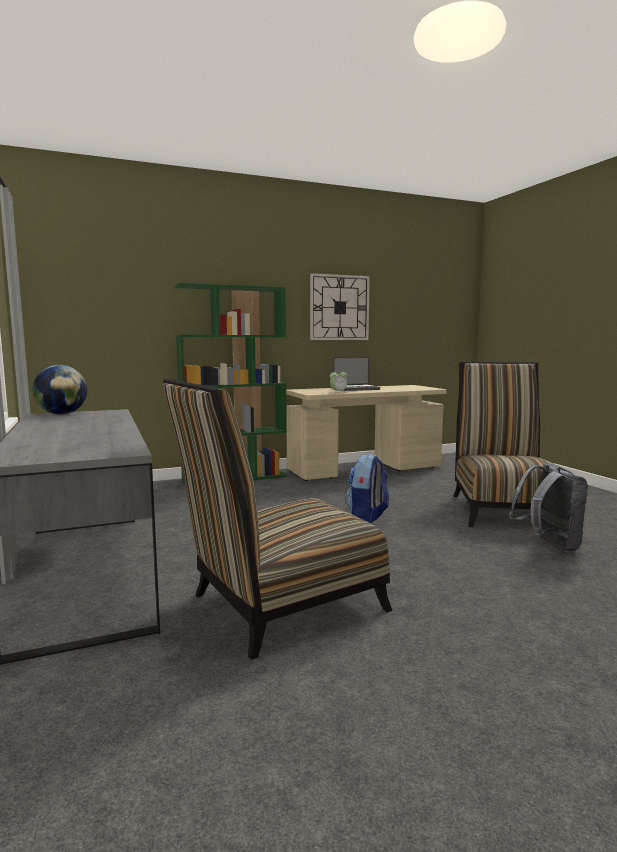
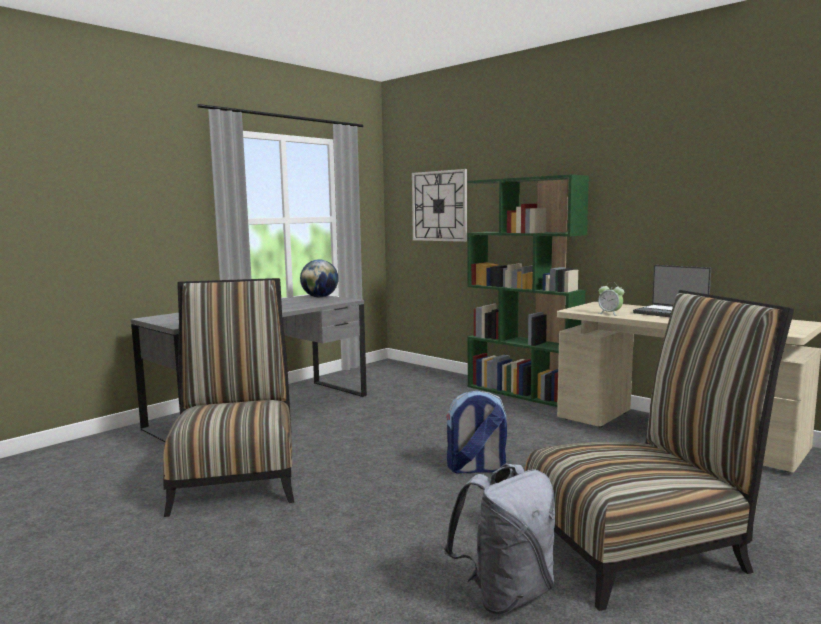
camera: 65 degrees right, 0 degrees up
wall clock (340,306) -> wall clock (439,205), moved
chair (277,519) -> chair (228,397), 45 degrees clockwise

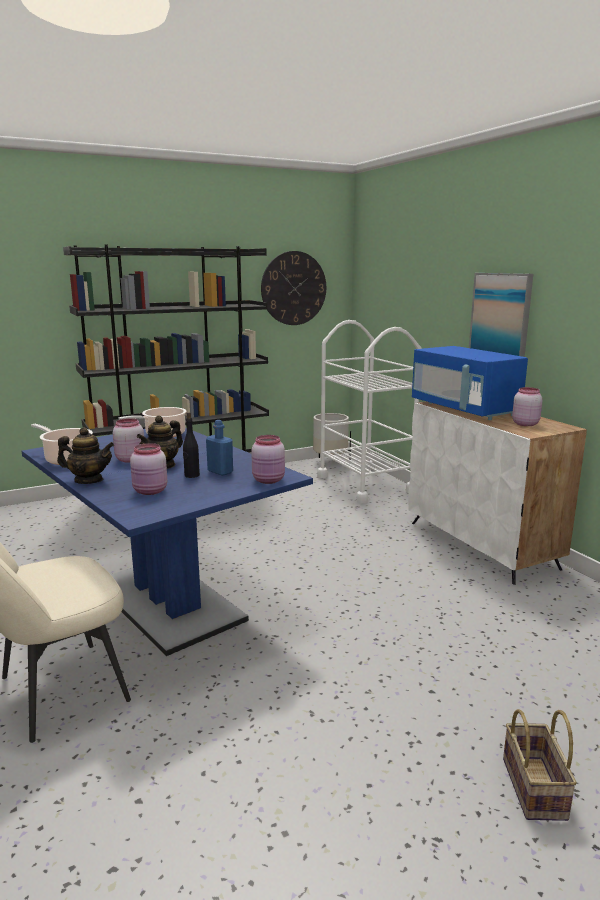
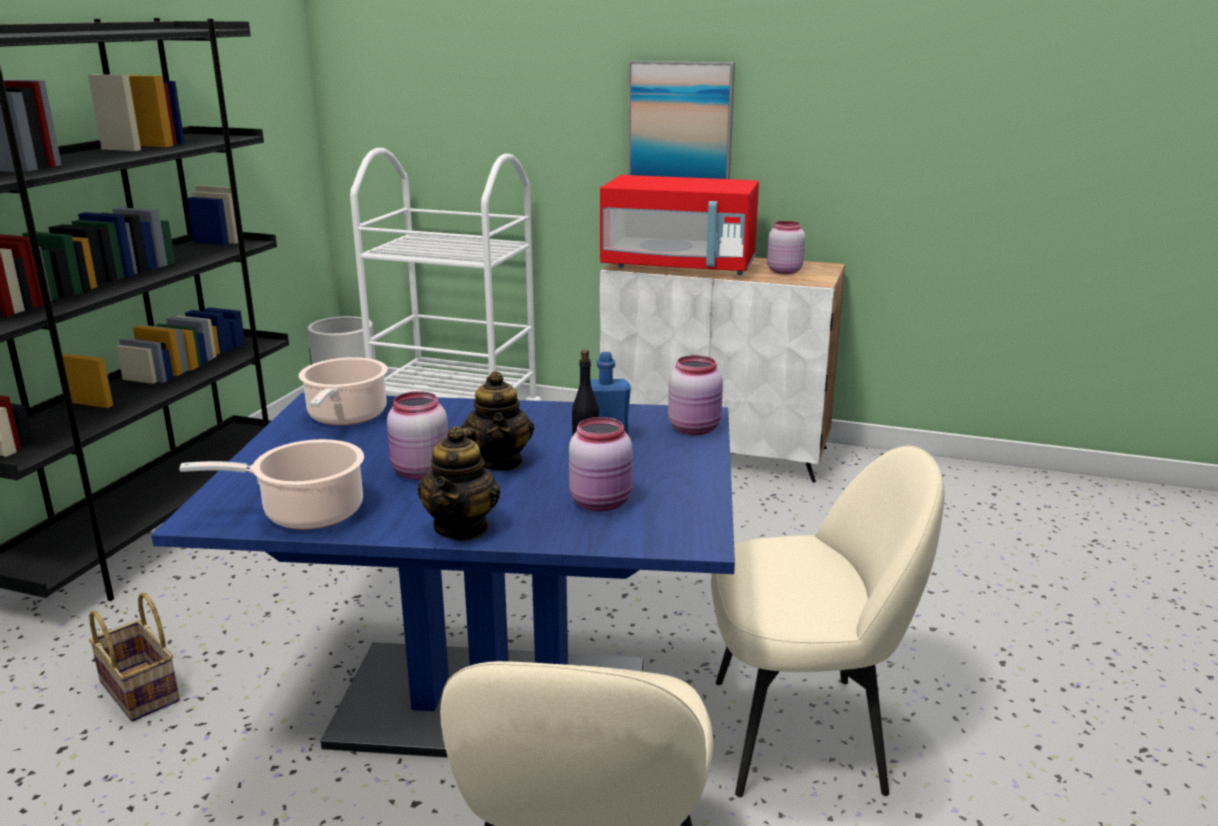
camera: 45 degrees left, 5 degrees up
wall clock (293,288) -> none
none -> chair in beige-coloured (827,621)
basket (540,765) -> basket (134,657), moved
microwave in bluish (470,383) -> microwave in red (679,225)
pot for tea (85,455) -> pot for tea (459,483), 135 degrees clockwise

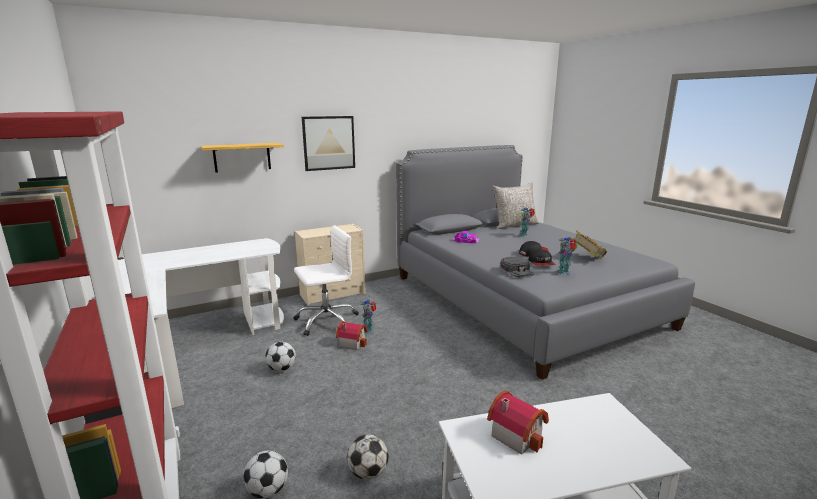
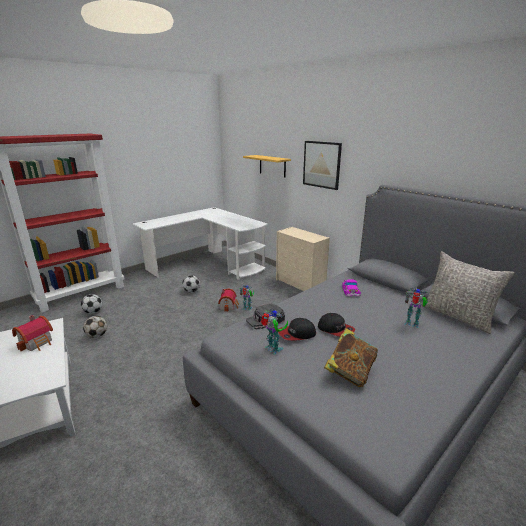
camera: 75 degrees right, 5 degrees up
office chair in whitish (326,280) -> none

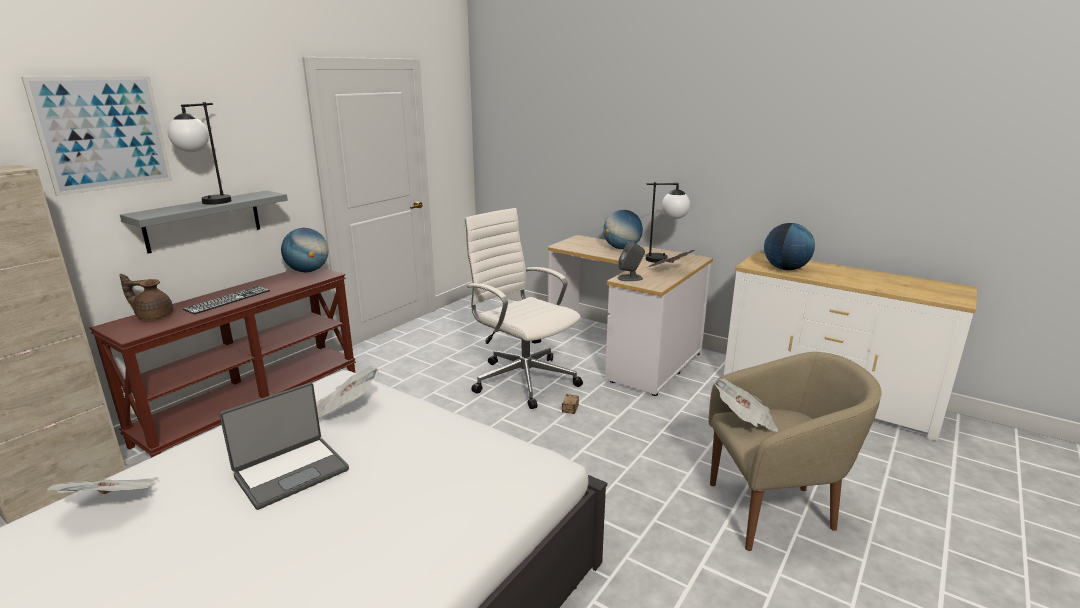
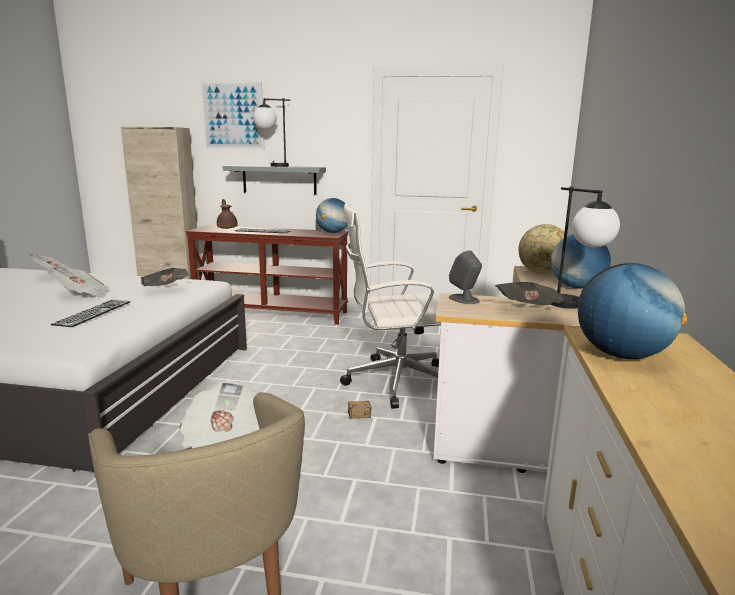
camera: 65 degrees right, 5 degrees down
none -> computer keyboard (90,313)
none -> desk globe (541,249)
notebook computer (284,446) -> newspaper (80,282)
office chair in whitish (523,308) -> office chair in whitish (390,306), 120 degrees counterclockwise

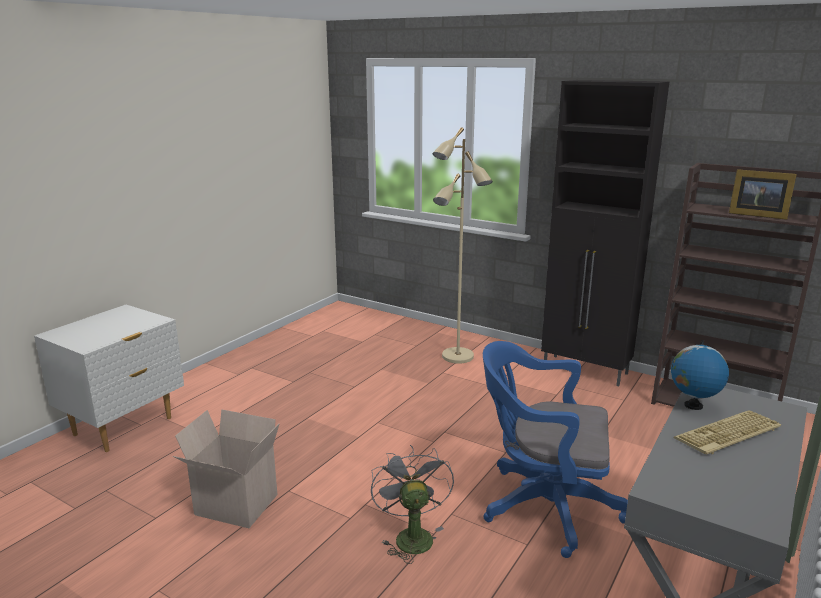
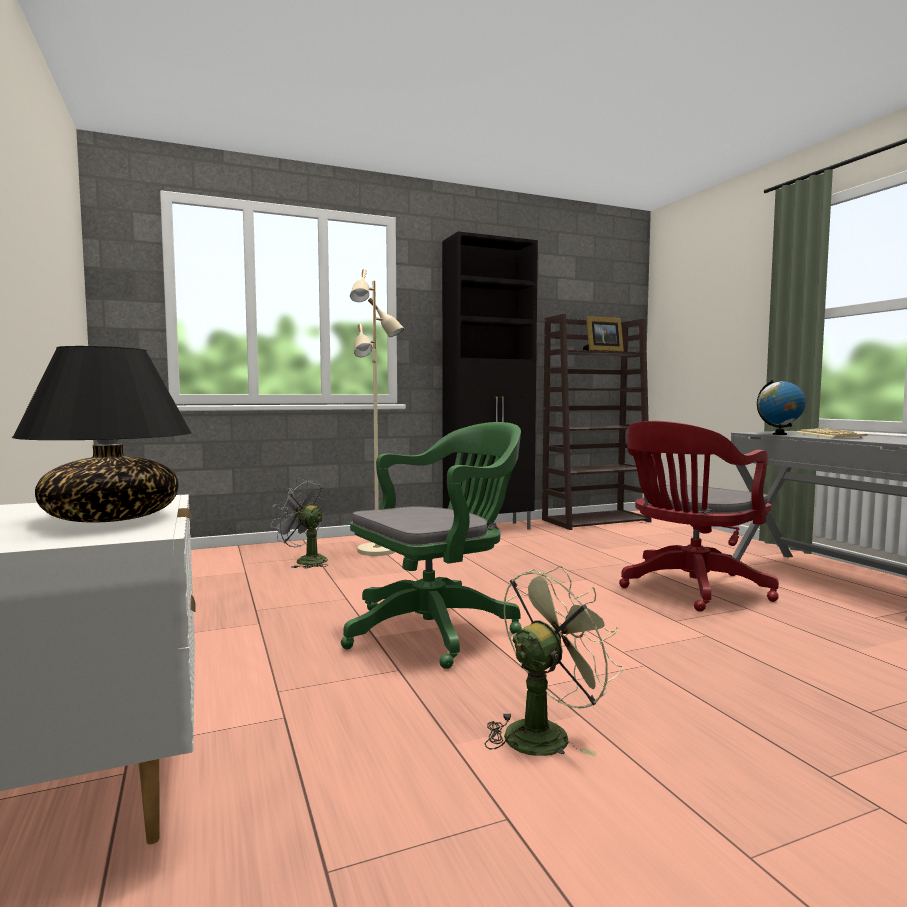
camera: 55 degrees left, 15 degrees down
none -> lamp for a table in blackish (102,434)
none -> office chair in green-coloured (431,545)
cooling fan in grey (412,504) -> cooling fan in grey (299,524), moved
carton (226,468) -> cooling fan in green-coloured (554,661)
office chair in bluish (555,449) -> office chair in red (699,516)

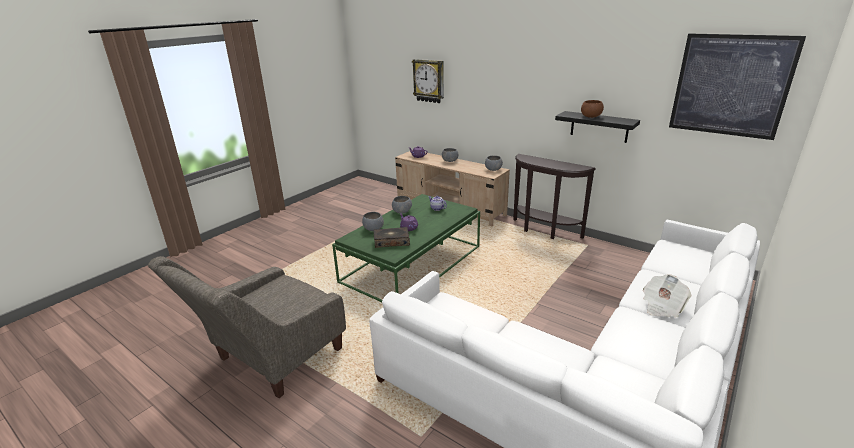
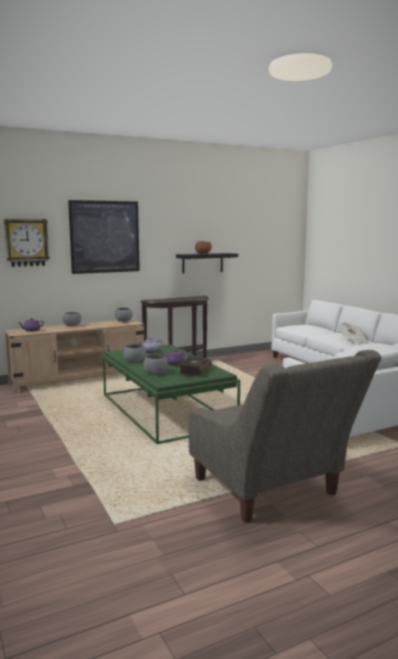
camera: 65 degrees left, 15 degrees down
wall art (737,86) -> wall art (104,237), moved

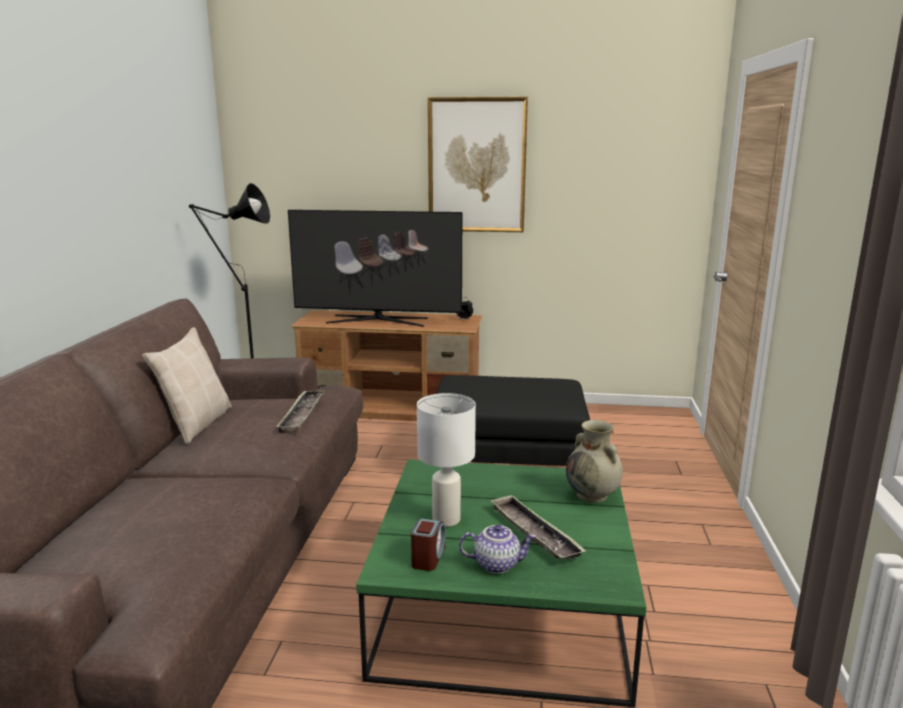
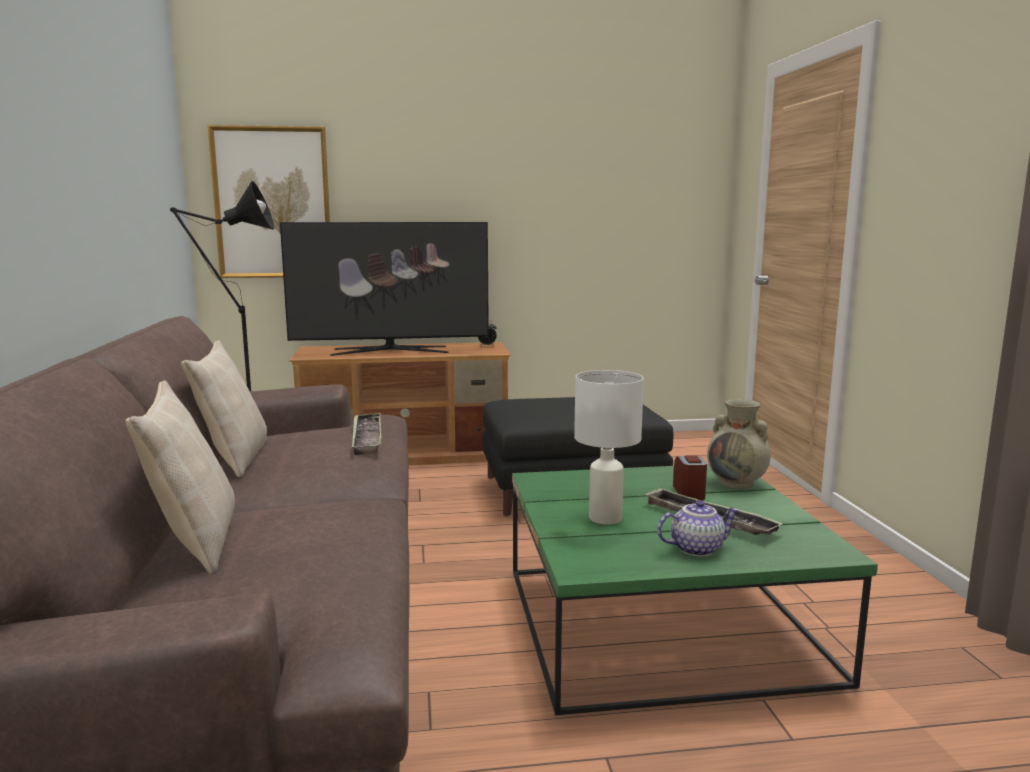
camera: 15 degrees left, 5 degrees down
none -> pillow in beige-coloured (180,477)
table clock (428,544) -> table clock (690,478), moved
wall art (478,164) -> wall art (268,201), moved

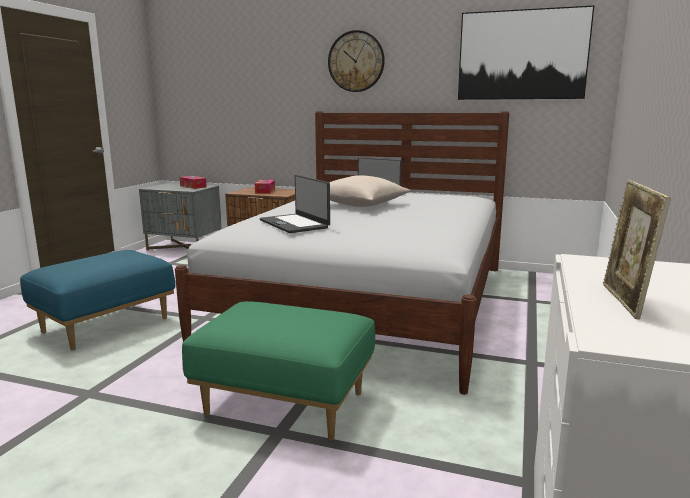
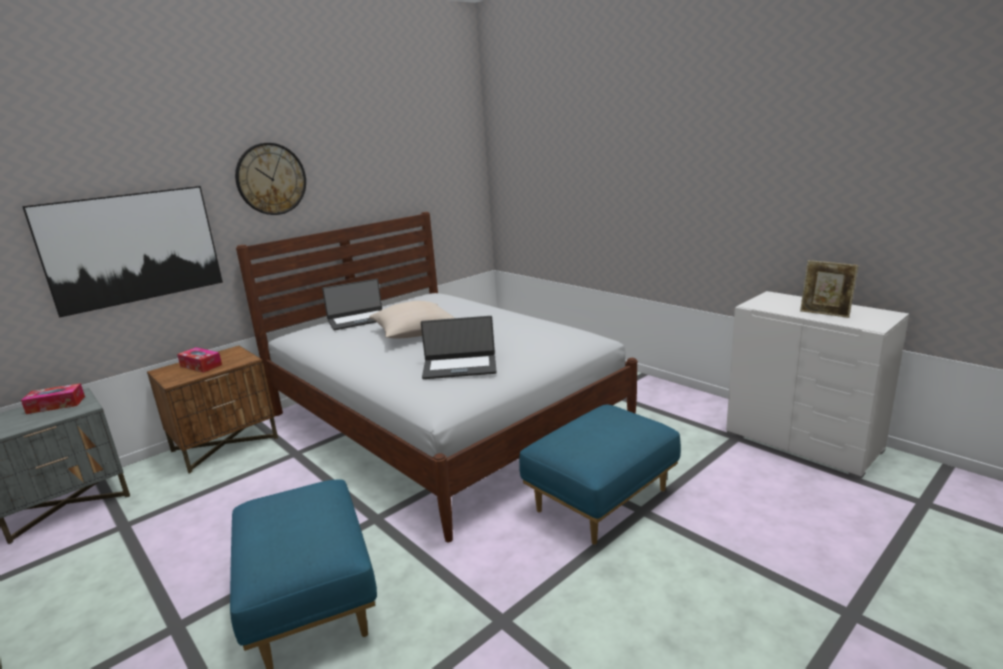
camera: 60 degrees left, 5 degrees up
wall art (526,52) -> wall art (122,252), moved
pouffe in green-coloured (278,370) -> pouffe in bluish (600,475)

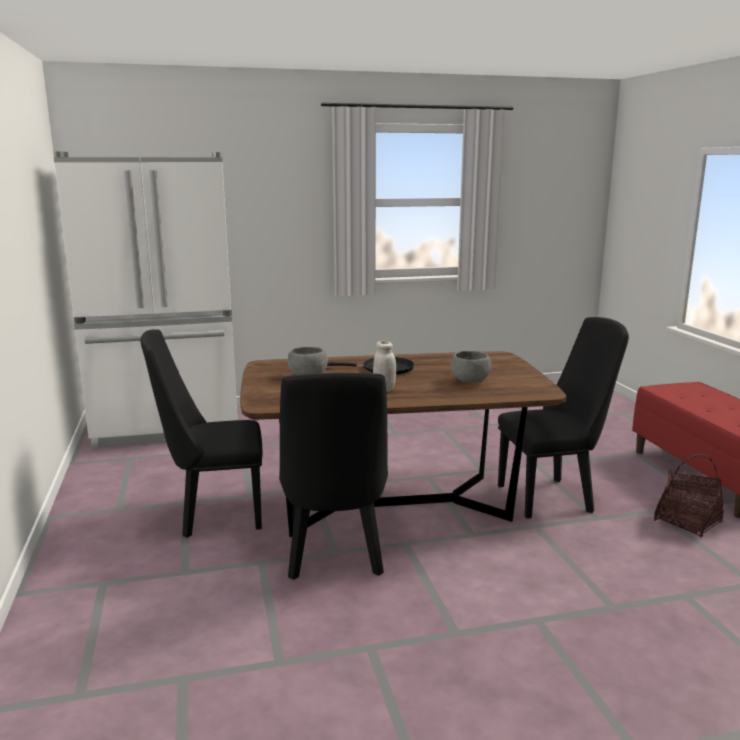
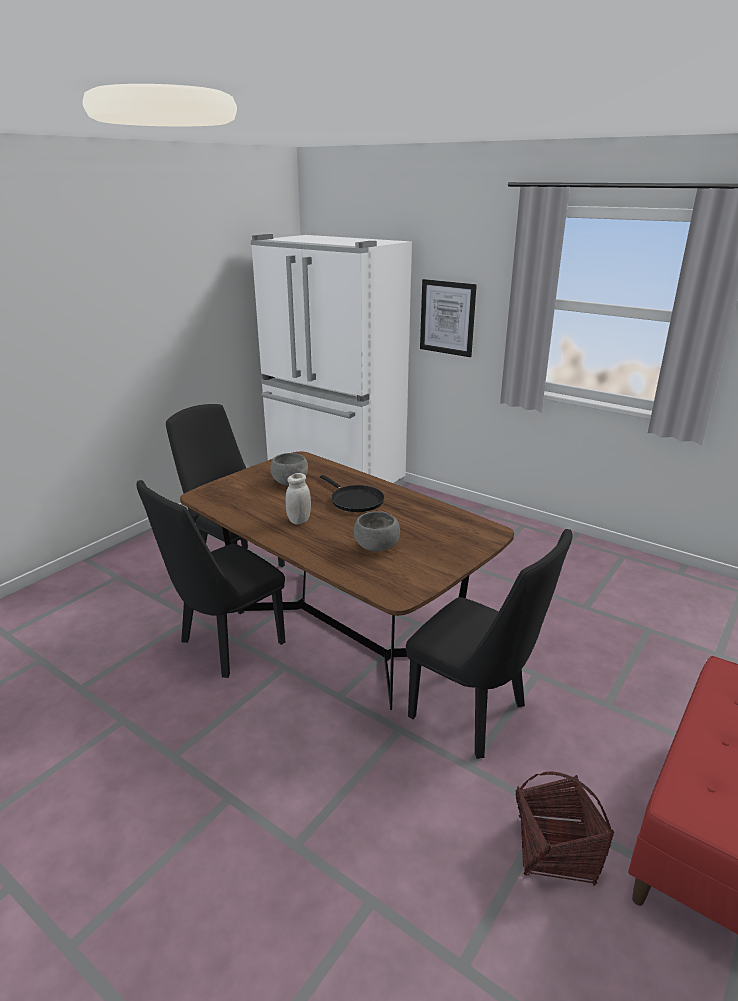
camera: 50 degrees right, 10 degrees up
none -> wall art (448,318)

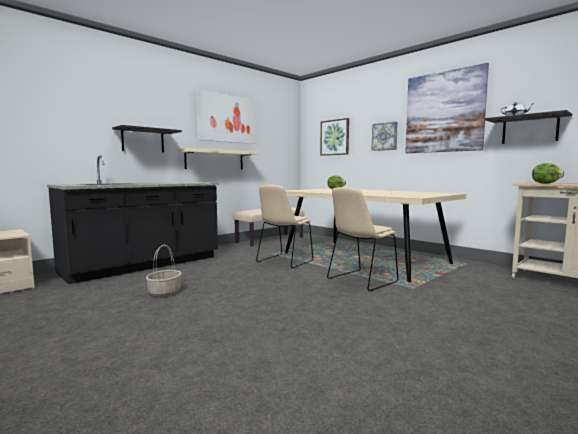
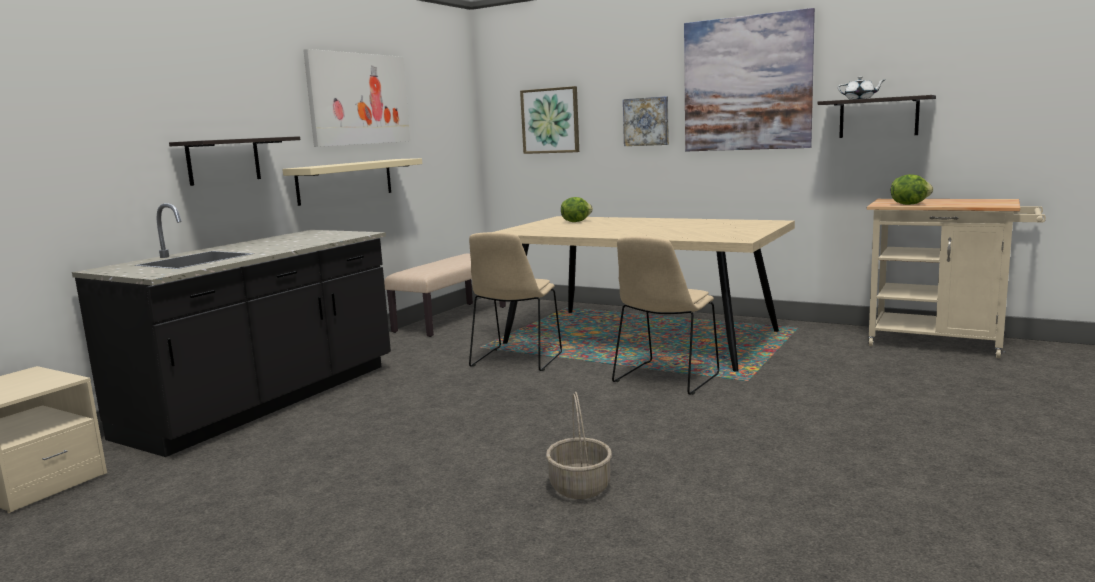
camera: 15 degrees left, 5 degrees up
basket (164,271) -> basket (579,445), moved

